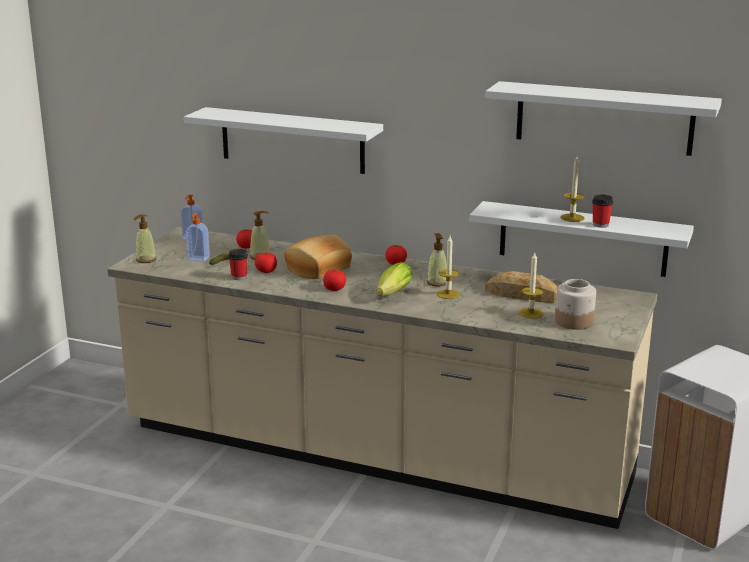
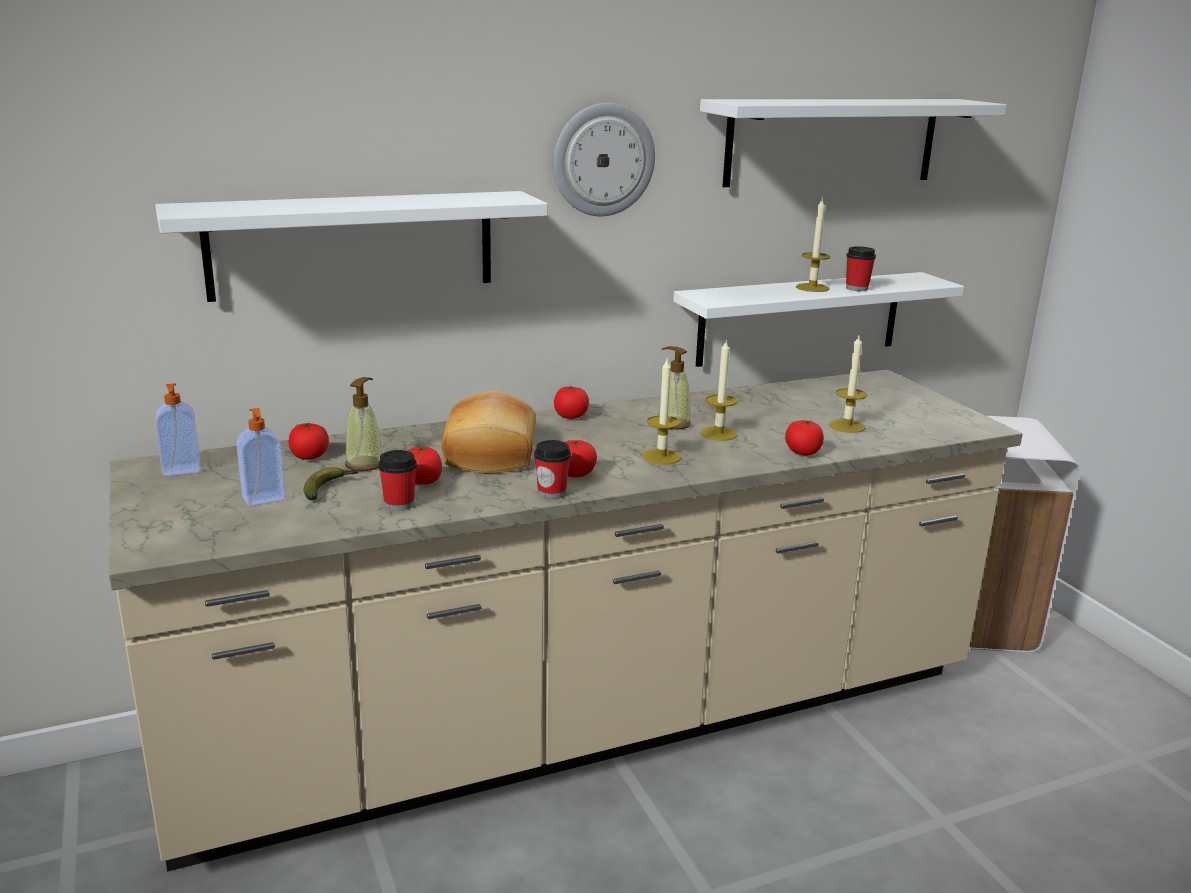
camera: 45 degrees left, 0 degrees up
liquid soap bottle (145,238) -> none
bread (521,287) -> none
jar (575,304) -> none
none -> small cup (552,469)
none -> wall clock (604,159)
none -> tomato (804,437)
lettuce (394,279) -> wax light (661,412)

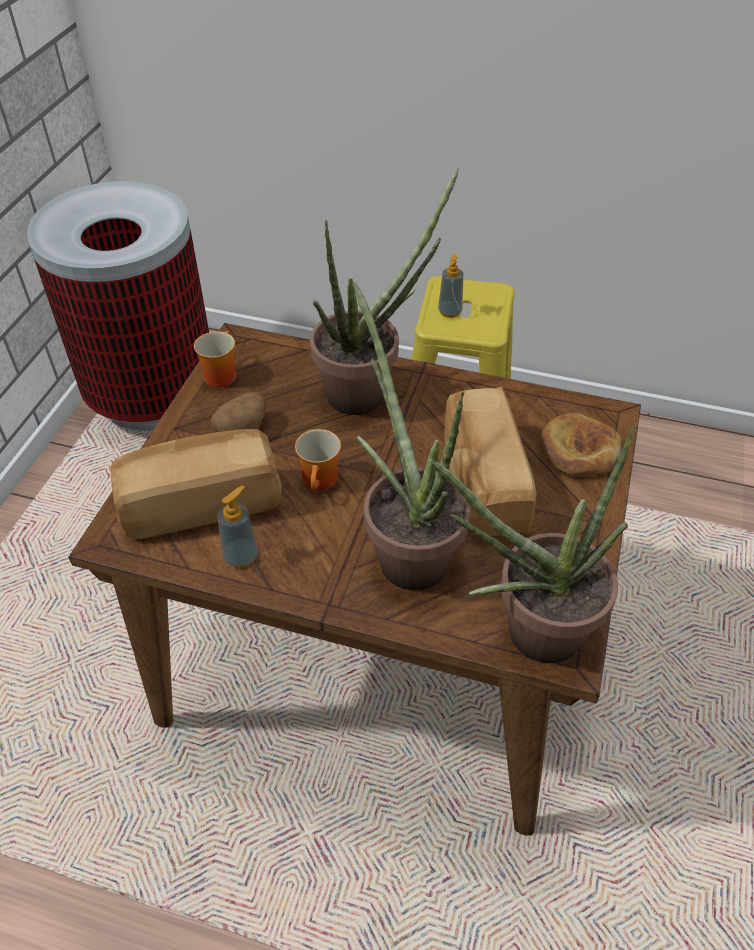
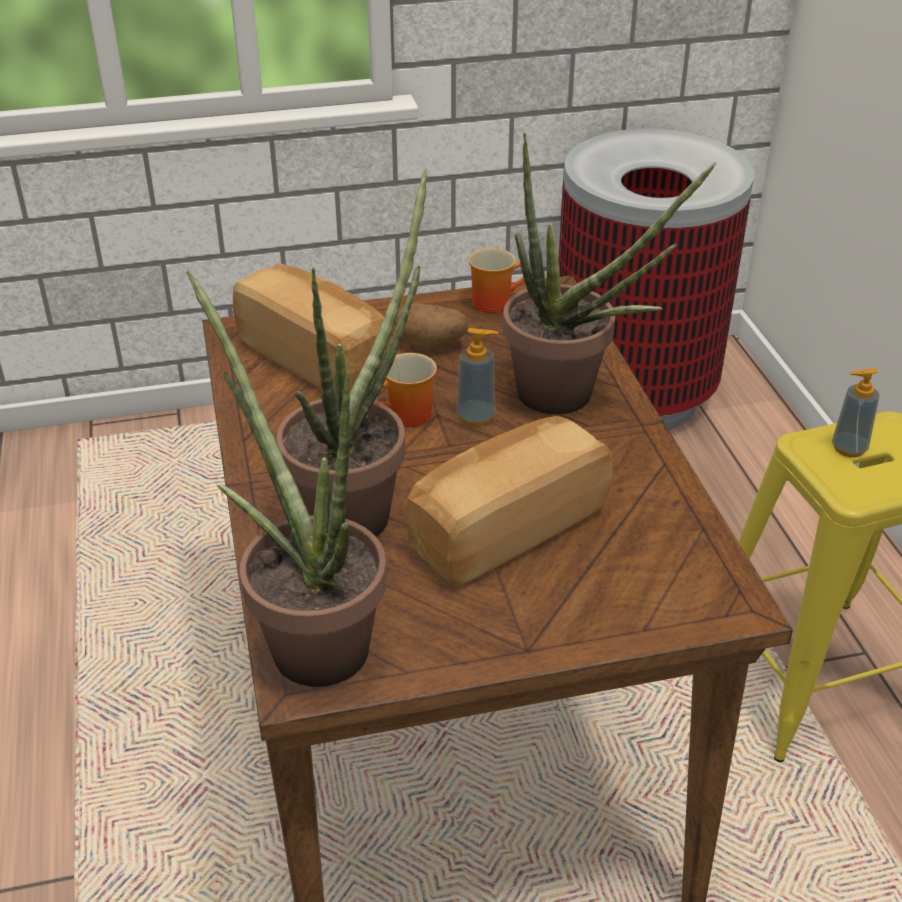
camera: 60 degrees right, 10 degrees down
bread (580,445) -> none
liquid soap bottle (237,526) -> liquid soap bottle (477,377), moved

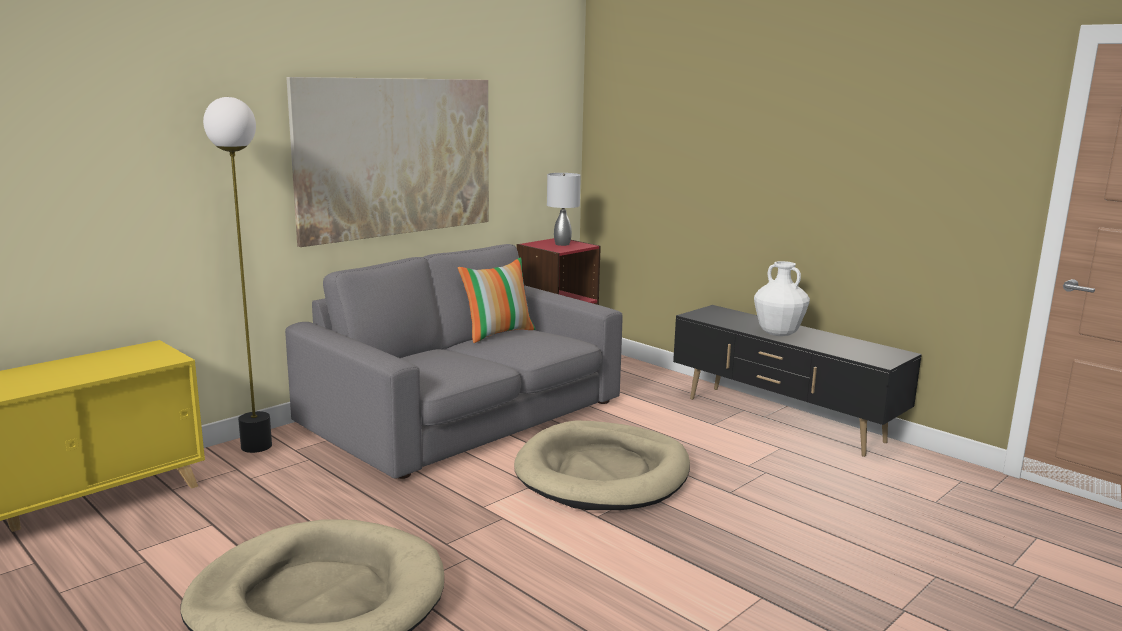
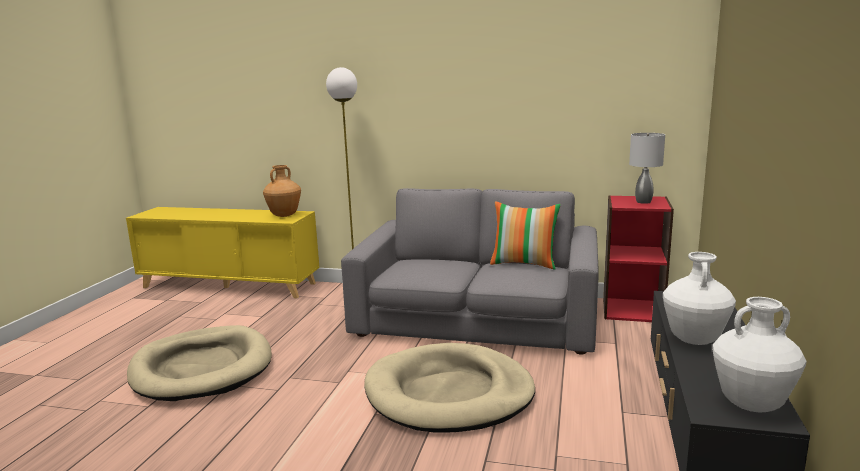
camera: 60 degrees right, 0 degrees up
wall art (387,162) -> none
none -> decorative vase in brown (282,191)
none -> decorative vase in whitish (759,355)

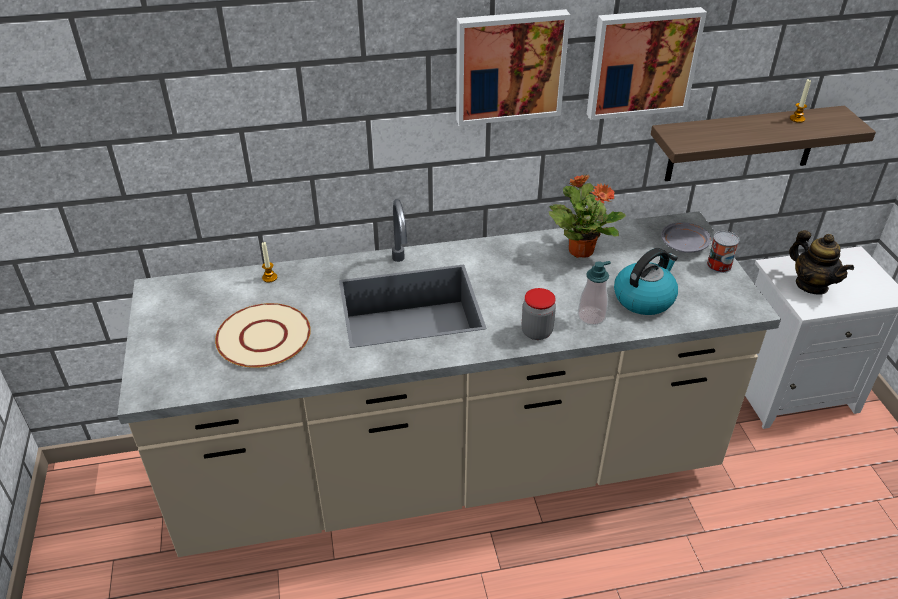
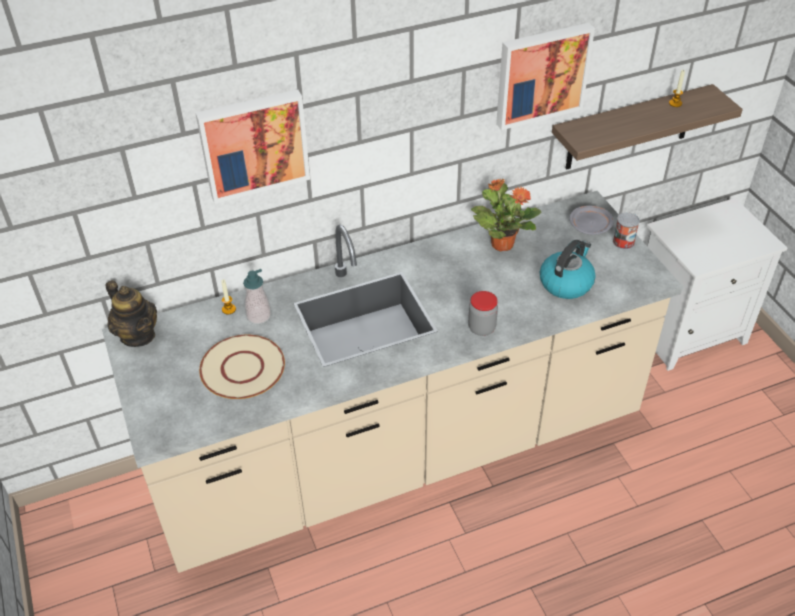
camera: 10 degrees left, 5 degrees up
wall art (513,67) -> wall art (252,147), moved
liquid soap bottle (594,293) -> liquid soap bottle (257,296), moved
pot for tea (821,262) -> pot for tea (131,313), moved

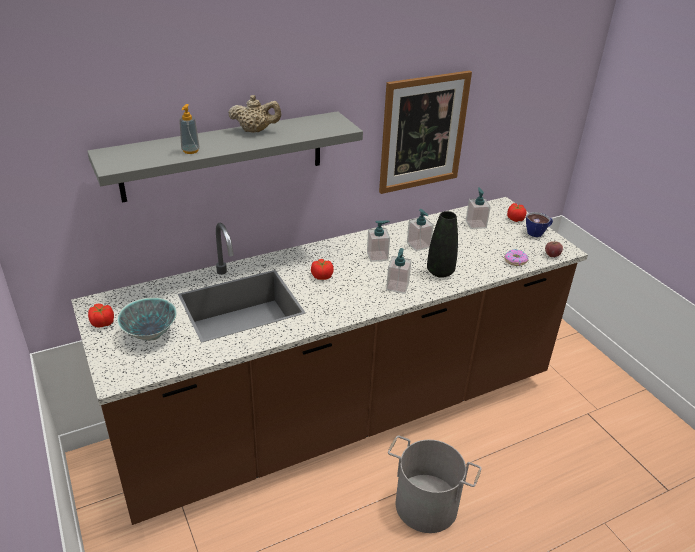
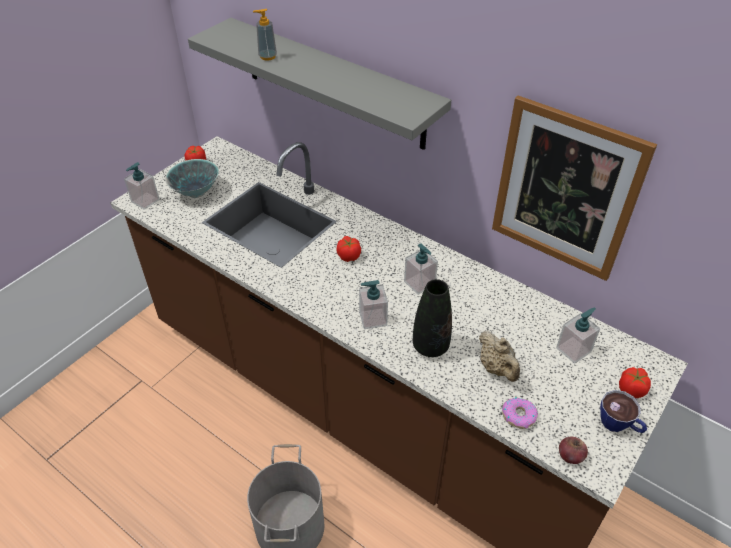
camera: 65 degrees right, 10 degrees up
pot for tea in beige-coloured (254,114) -> pot for tea in beige-coloured (499,356), moved
liquid soap bottle (420,230) -> liquid soap bottle (142,186), moved

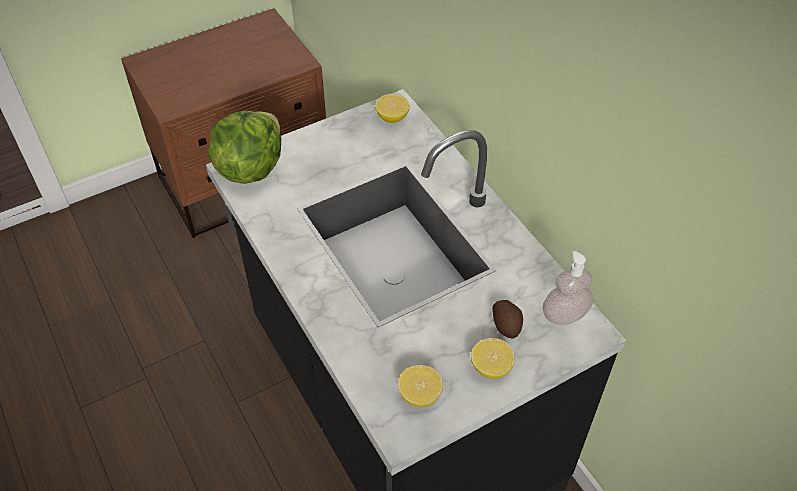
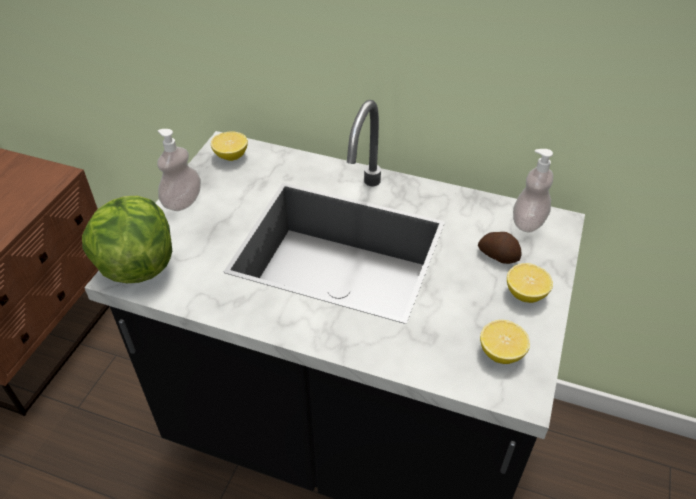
camera: 40 degrees left, 5 degrees down
none -> liquid soap bottle (179,170)

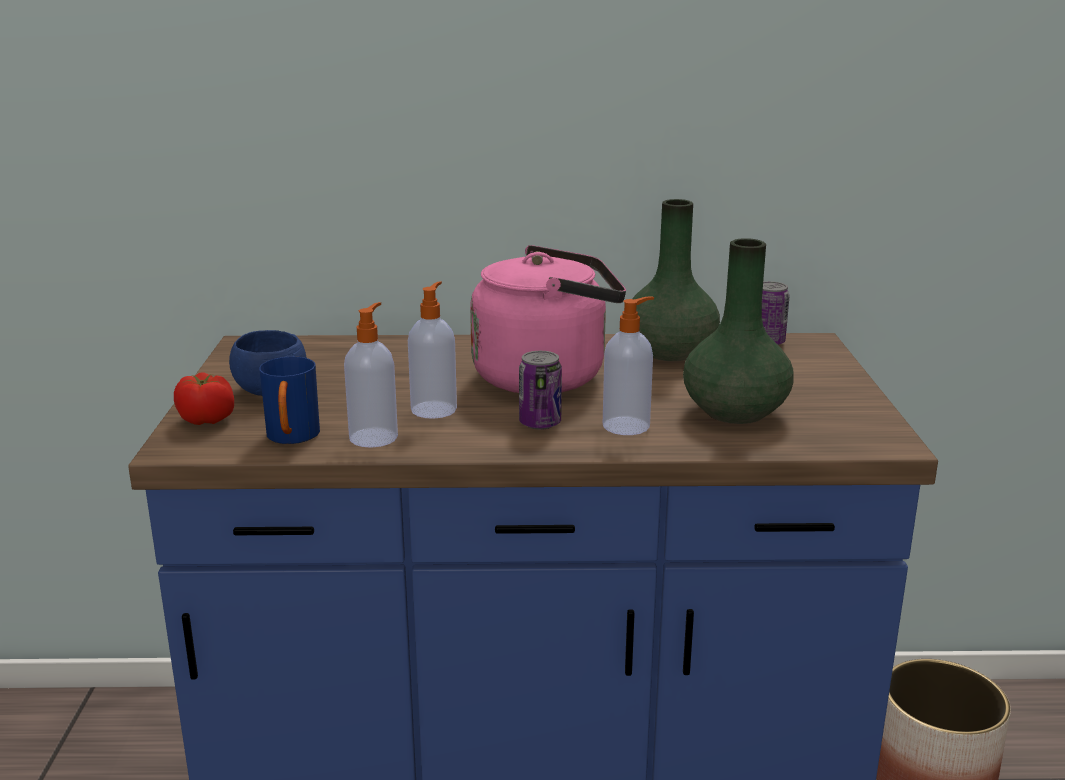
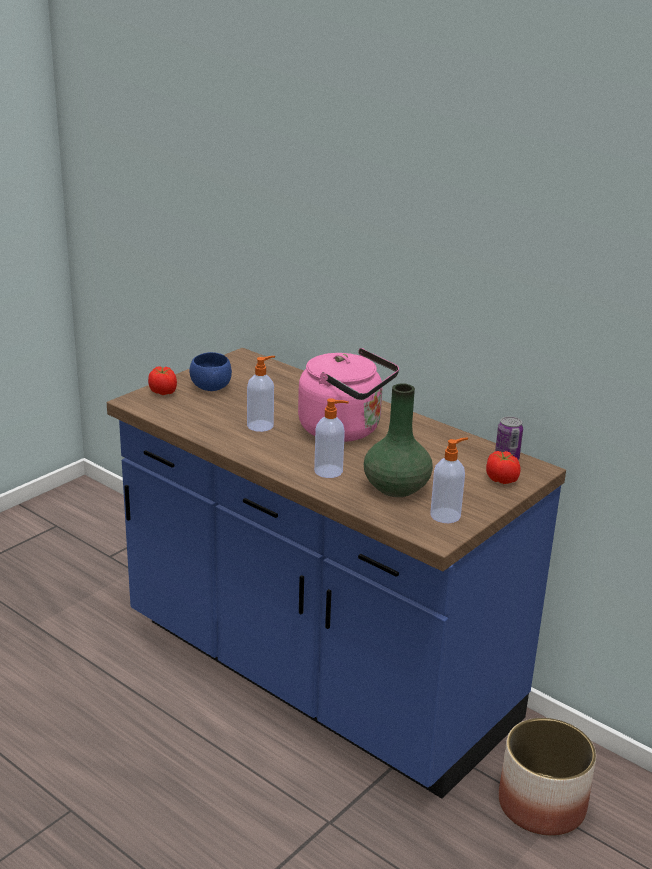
camera: 40 degrees right, 5 degrees up
tea mug in bluish (289,400) -> none
metal can (540,390) -> none
decorative vase in green-coloured (676,280) -> none
none -> tomato (503,467)
liquid soap bottle (371,375) -> liquid soap bottle (449,480), moved

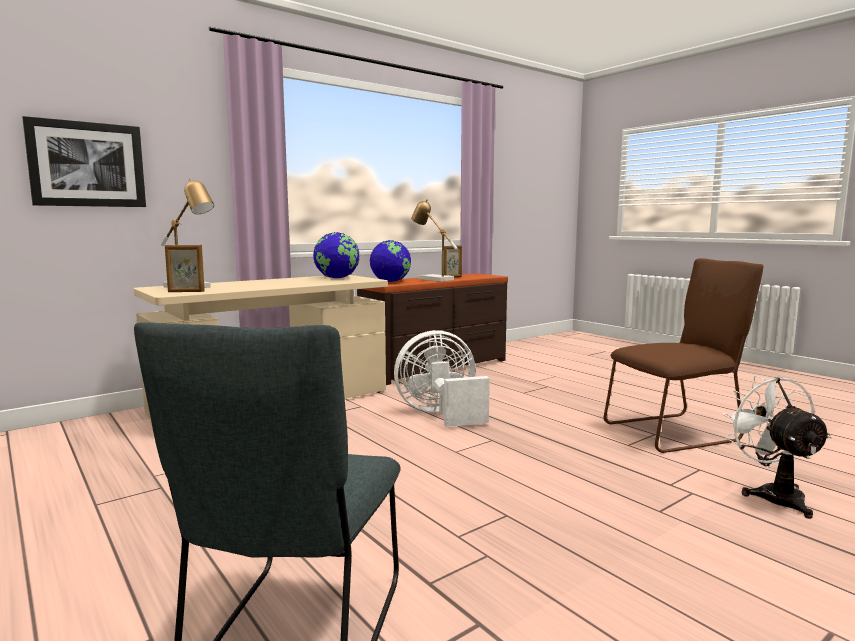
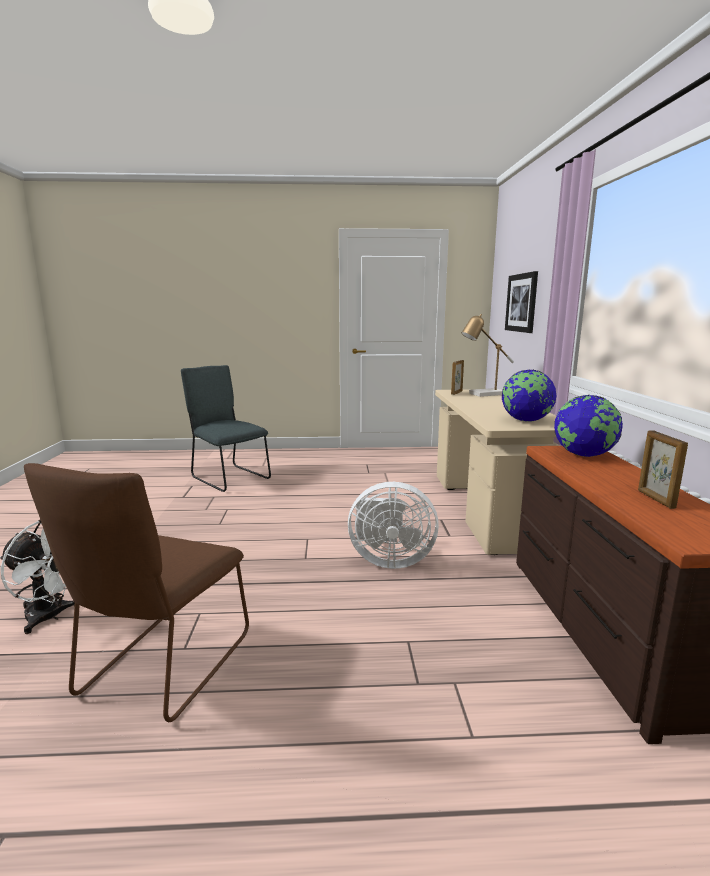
camera: 125 degrees right, 5 degrees up
lamp for a table (434,240) -> none
cooling fan in whitish (442,378) -> cooling fan in whitish (393,525), 75 degrees clockwise

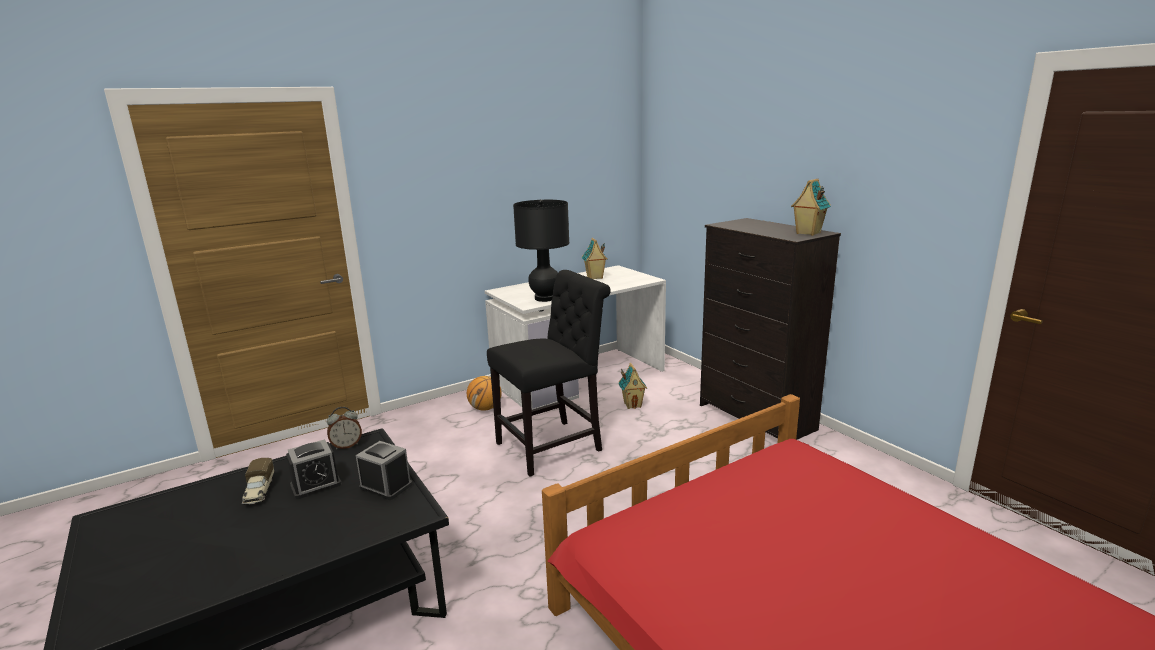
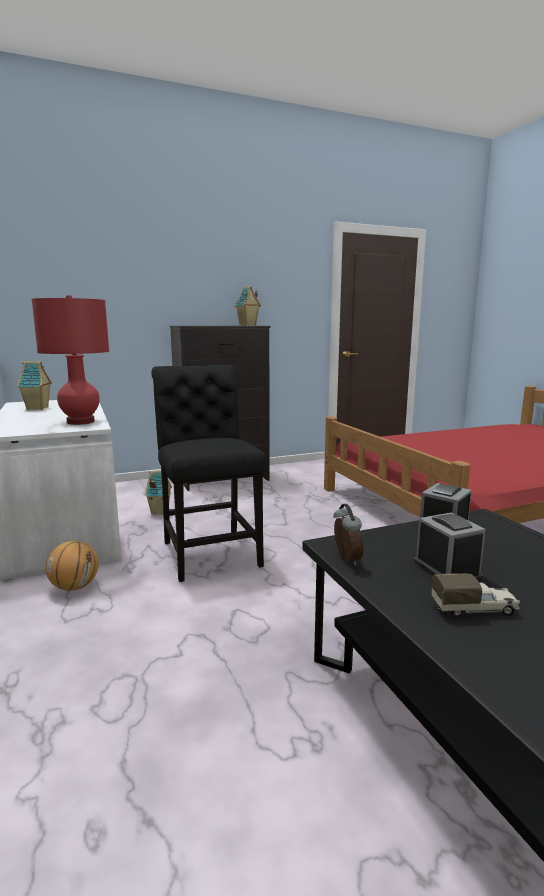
camera: 80 degrees left, 5 degrees down
lamp for a table in blackish (541,250) -> lamp for a table in red (70,360)

